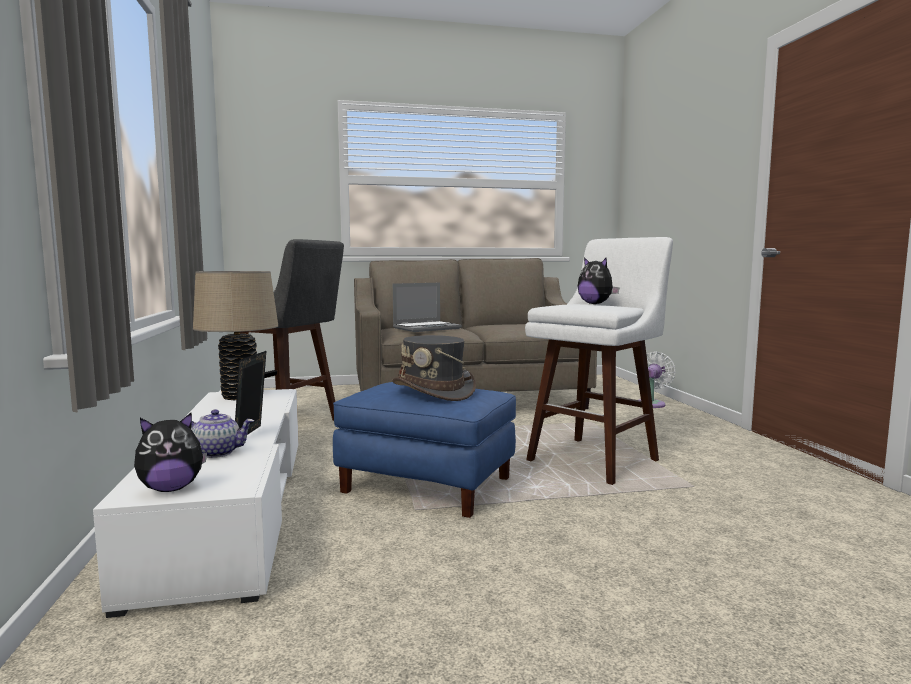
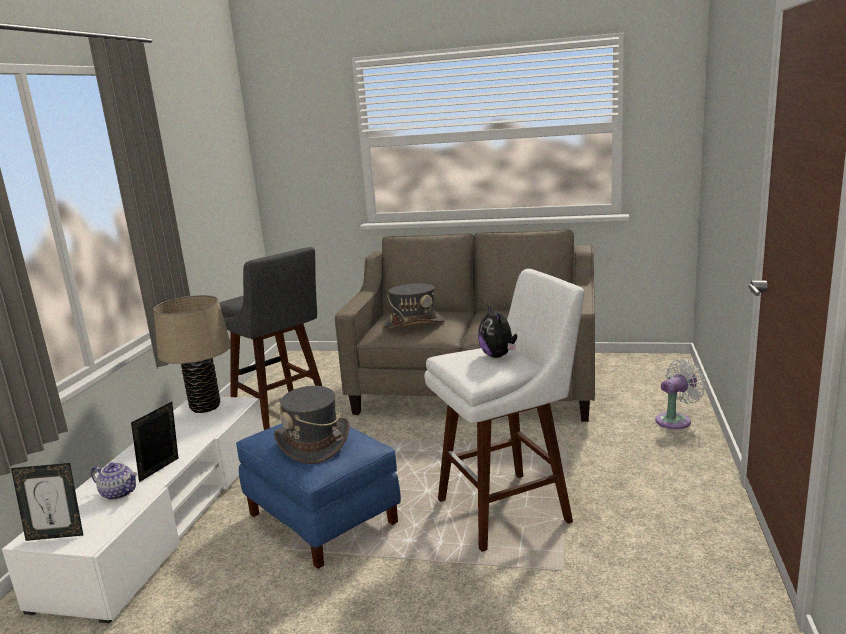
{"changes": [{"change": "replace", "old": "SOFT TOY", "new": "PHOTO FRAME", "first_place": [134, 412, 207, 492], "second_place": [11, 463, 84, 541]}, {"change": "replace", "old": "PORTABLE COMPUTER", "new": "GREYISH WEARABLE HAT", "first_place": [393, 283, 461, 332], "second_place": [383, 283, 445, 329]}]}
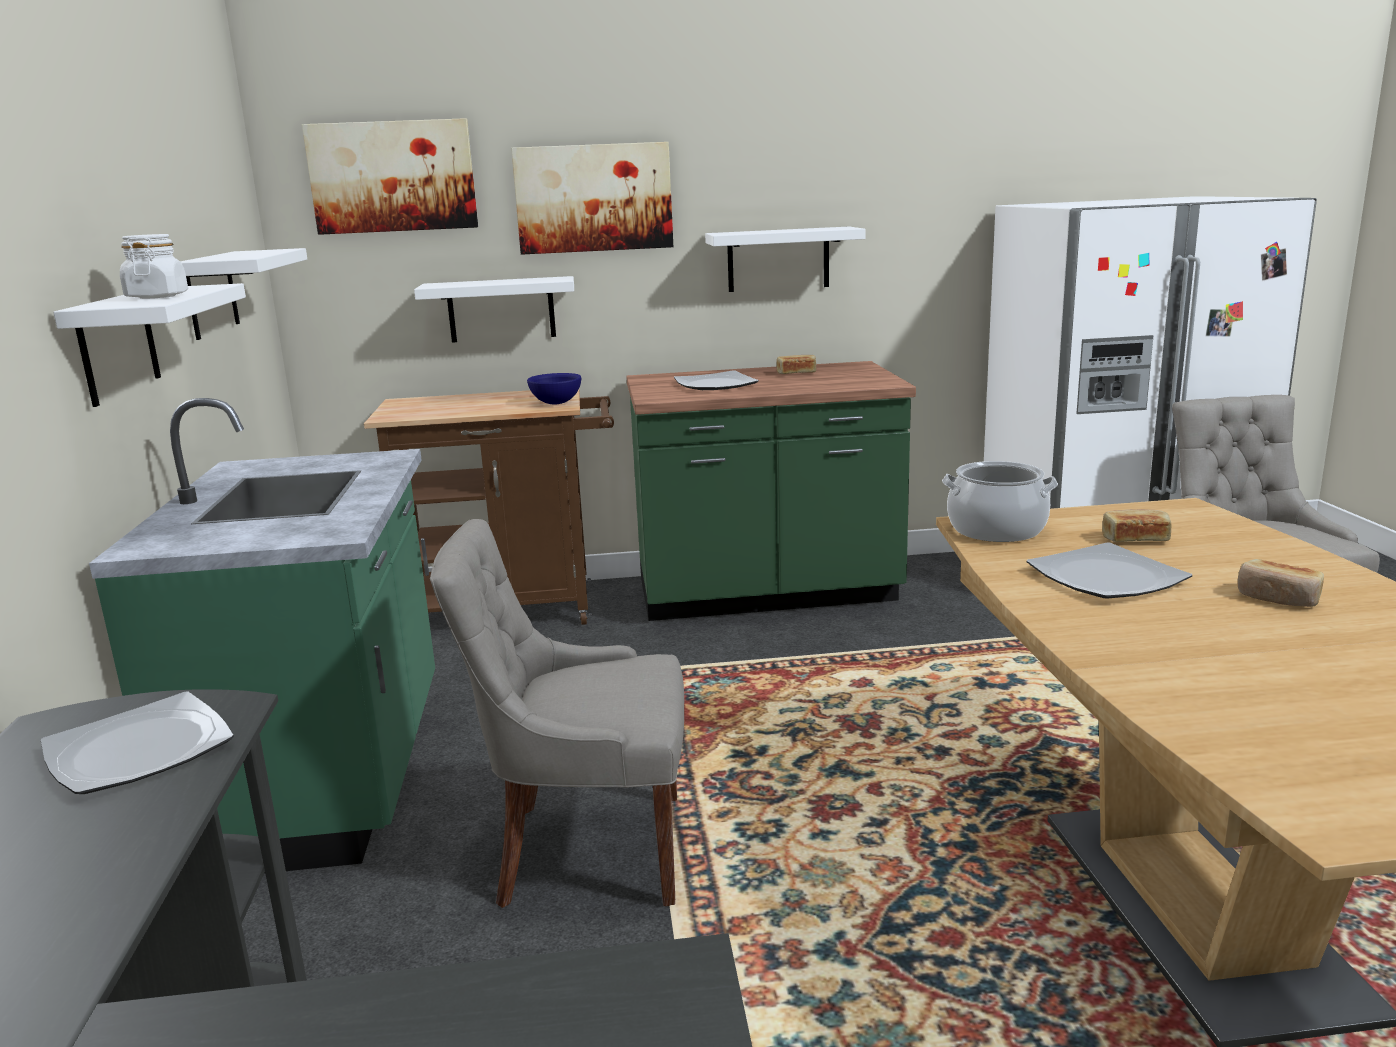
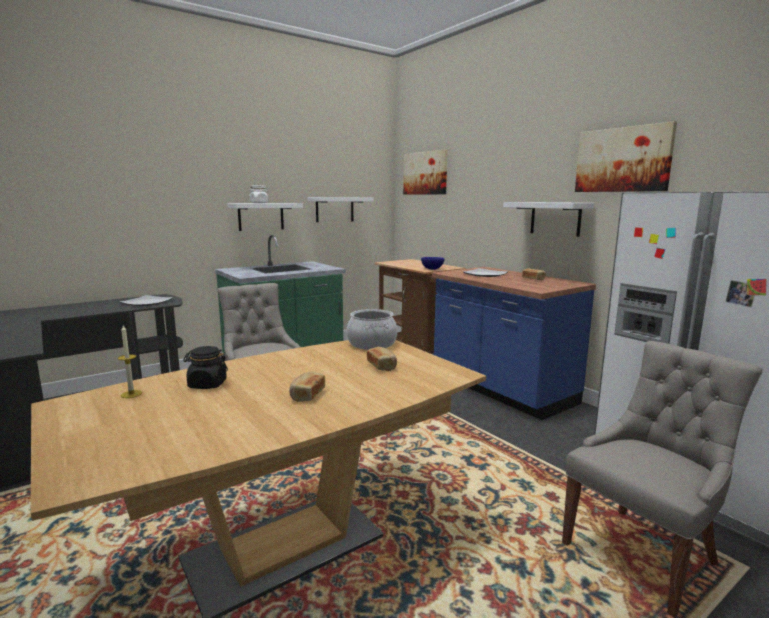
{"changes": [{"change": "delete", "old": "WHITE WALL SHELF", "first_place": [414, 276, 574, 343]}, {"change": "delete", "old": "FLAT DISH", "first_place": [1027, 542, 1192, 599]}, {"change": "insert", "new": "CANDLE", "second_place": [118, 325, 142, 398]}, {"change": "insert", "new": "BLACK-COLOURED STORAGE JAR", "second_place": [183, 346, 228, 389]}, {"change": "move", "old": "PICTURE", "first_place": [511, 142, 673, 255], "second_place": [575, 121, 677, 192]}, {"change": "recolor", "old": "GREEN KITCHEN COUNTER", "new": "BLUISH KITCHEN COUNTER", "first_place": [626, 361, 916, 621], "second_place": [432, 267, 596, 420]}]}
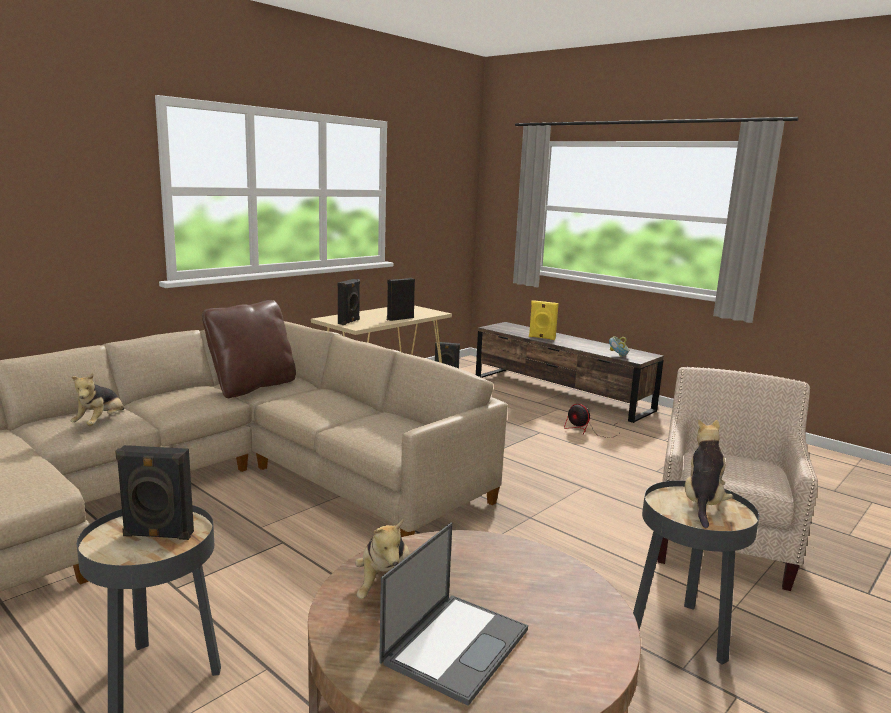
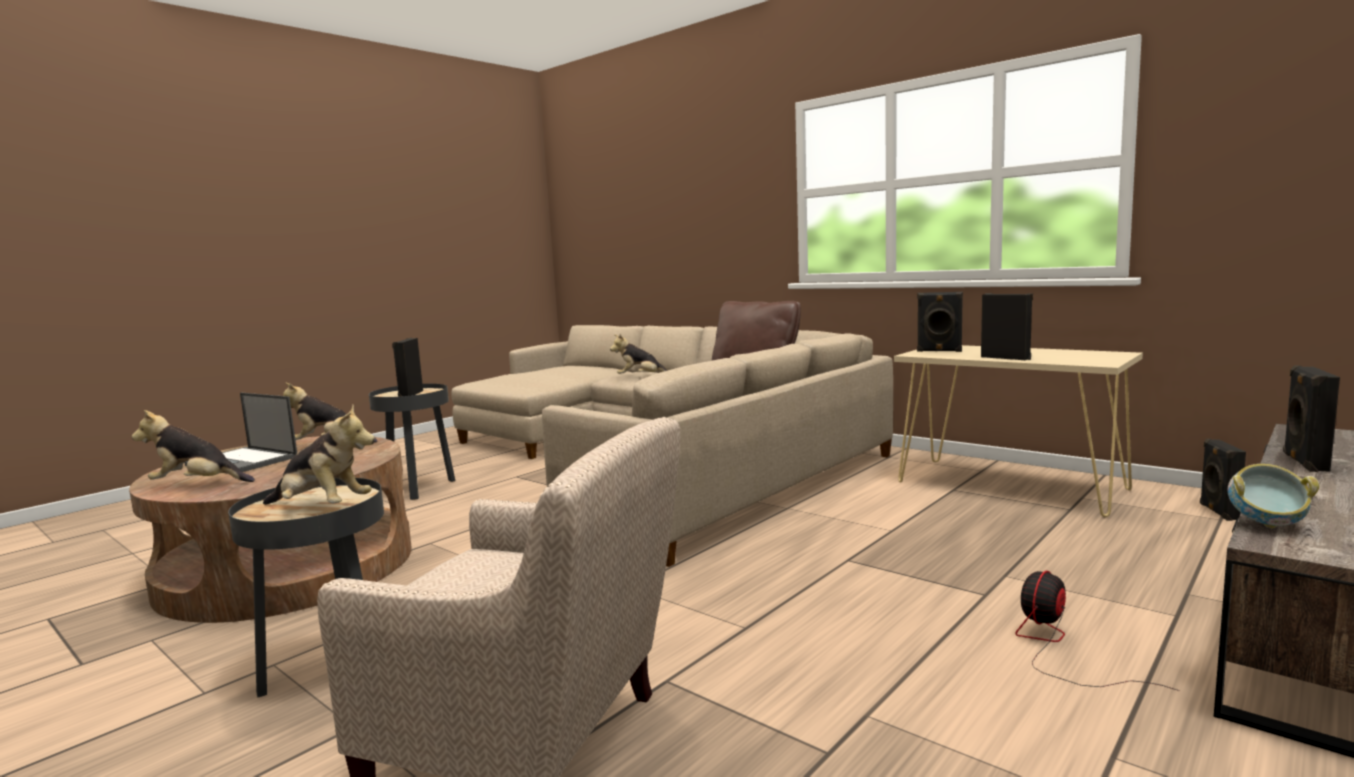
{"changes": [{"change": "insert", "new": "SOFT TOY", "second_place": [132, 410, 255, 482]}, {"change": "recolor", "old": "YELLOW-COLOURED LOUDSPEAKER", "new": "BLACK-COLOURED LOUDSPEAKER", "first_place": [529, 300, 559, 340], "second_place": [1283, 366, 1340, 472]}]}
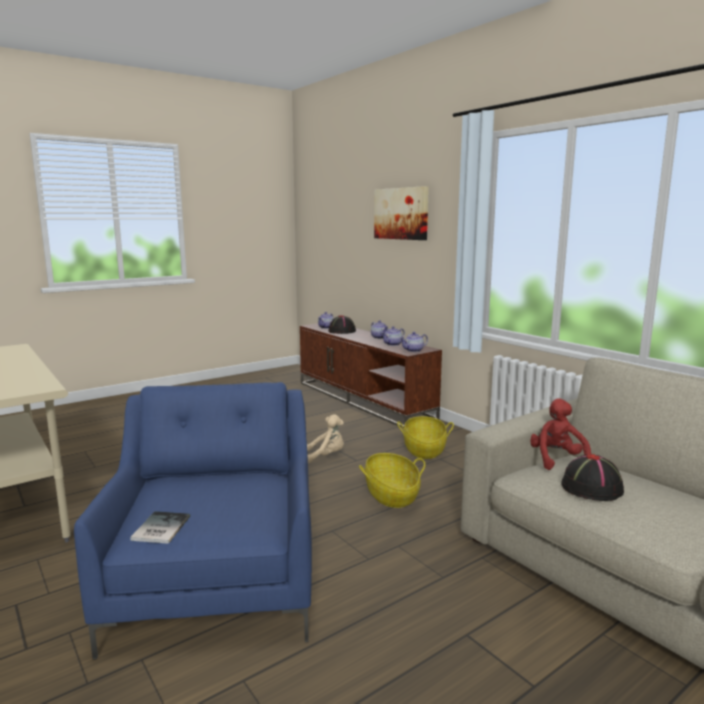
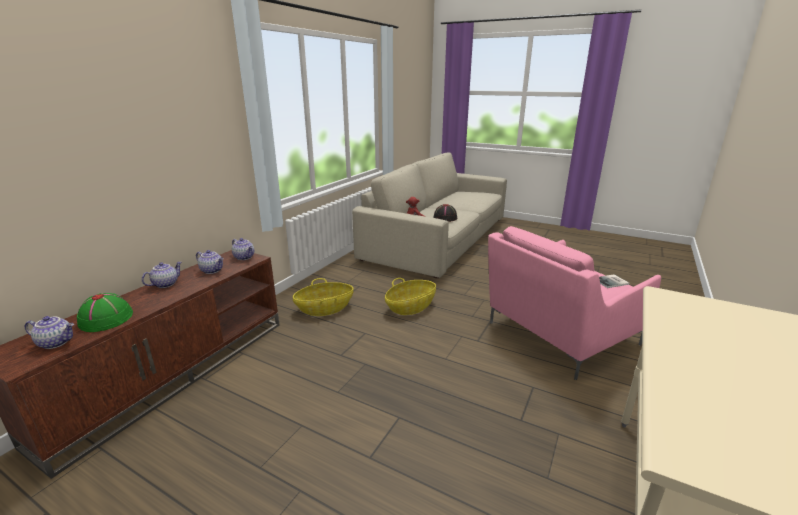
{"changes": [{"change": "delete", "old": "SAND-COLOURED SOFT TOY", "first_place": [307, 414, 344, 463]}, {"change": "delete", "old": "PICTURE", "first_place": [374, 186, 429, 240]}, {"change": "recolor", "old": "BLUISH EASY CHAIR", "new": "PINK-COLOURED EASY CHAIR", "first_place": [74, 382, 312, 660], "second_place": [488, 226, 661, 380]}, {"change": "recolor", "old": "BLACK-COLOURED WEARABLE HAT", "new": "GREEN WEARABLE HAT", "first_place": [328, 315, 356, 334], "second_place": [77, 293, 133, 332]}]}
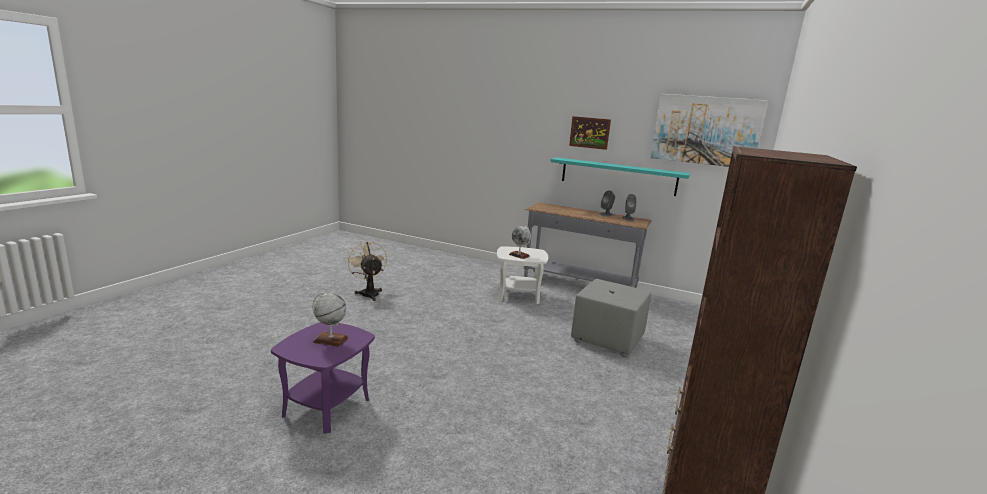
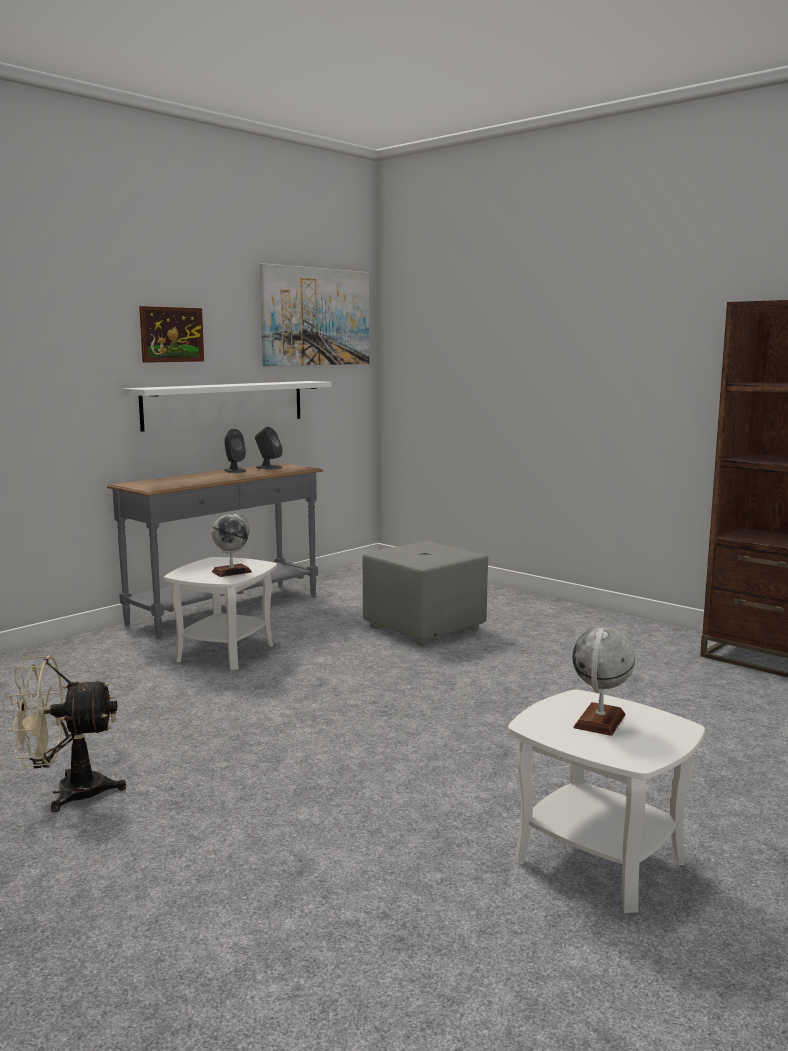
{"changes": [{"change": "recolor", "old": "PURPLE SIDE TABLE", "new": "WHITE SIDE TABLE", "first_place": [271, 322, 375, 434], "second_place": [508, 690, 705, 913]}, {"change": "recolor", "old": "BLUE-GREEN WALL SHELF", "new": "WHITE WALL SHELF", "first_place": [550, 157, 690, 196], "second_place": [124, 381, 331, 432]}]}
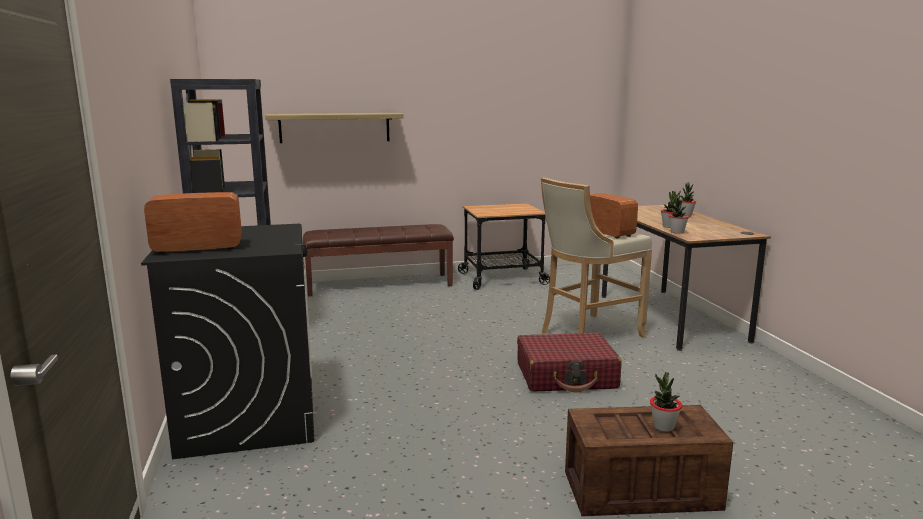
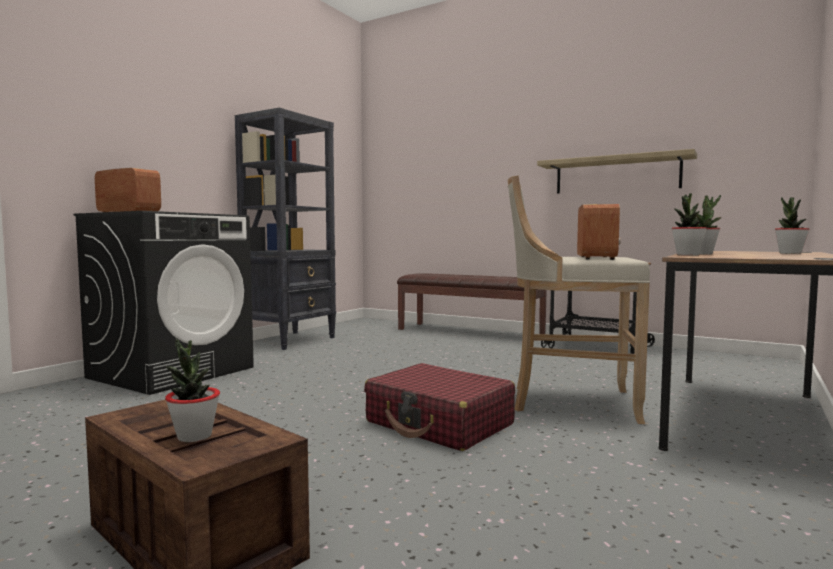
{"changes": [{"change": "move", "old": "WALL SHELF", "first_place": [265, 113, 404, 143], "second_place": [537, 149, 697, 194]}]}
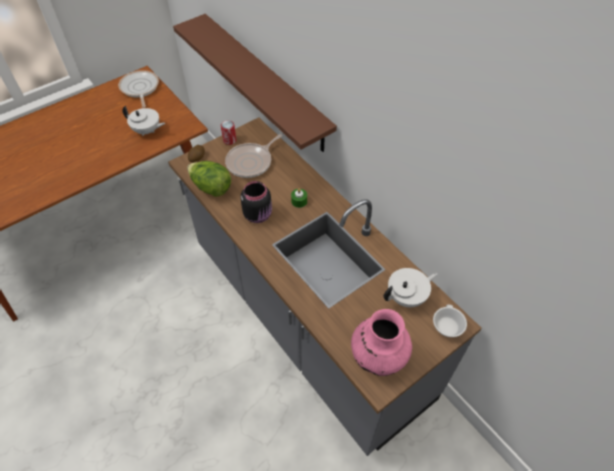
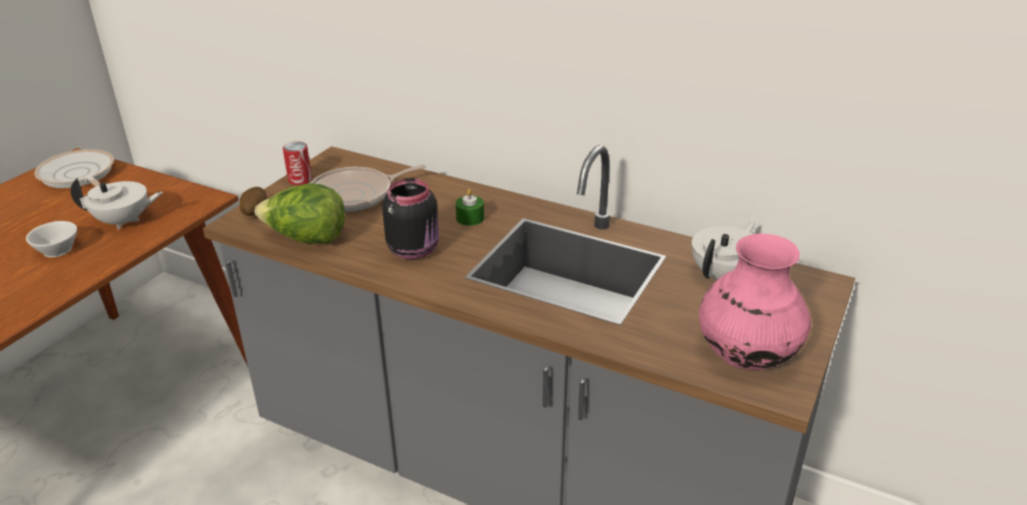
{"changes": [{"change": "delete", "old": "BROWN WALL SHELF", "first_place": [173, 14, 337, 152]}, {"change": "move", "old": "WHITE SMALL CUP", "first_place": [433, 305, 467, 337], "second_place": [26, 221, 77, 257]}, {"change": "rotate", "old": "FRYING PAN", "first_place": [225, 134, 282, 178], "second_place": [310, 164, 426, 212], "degrees": 45}]}
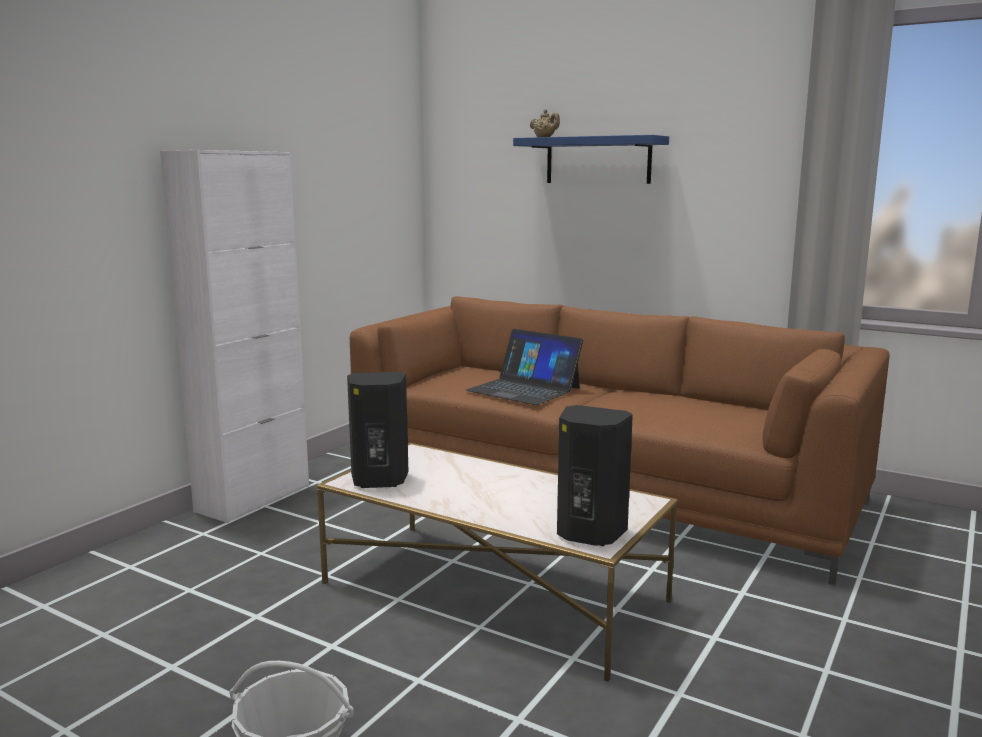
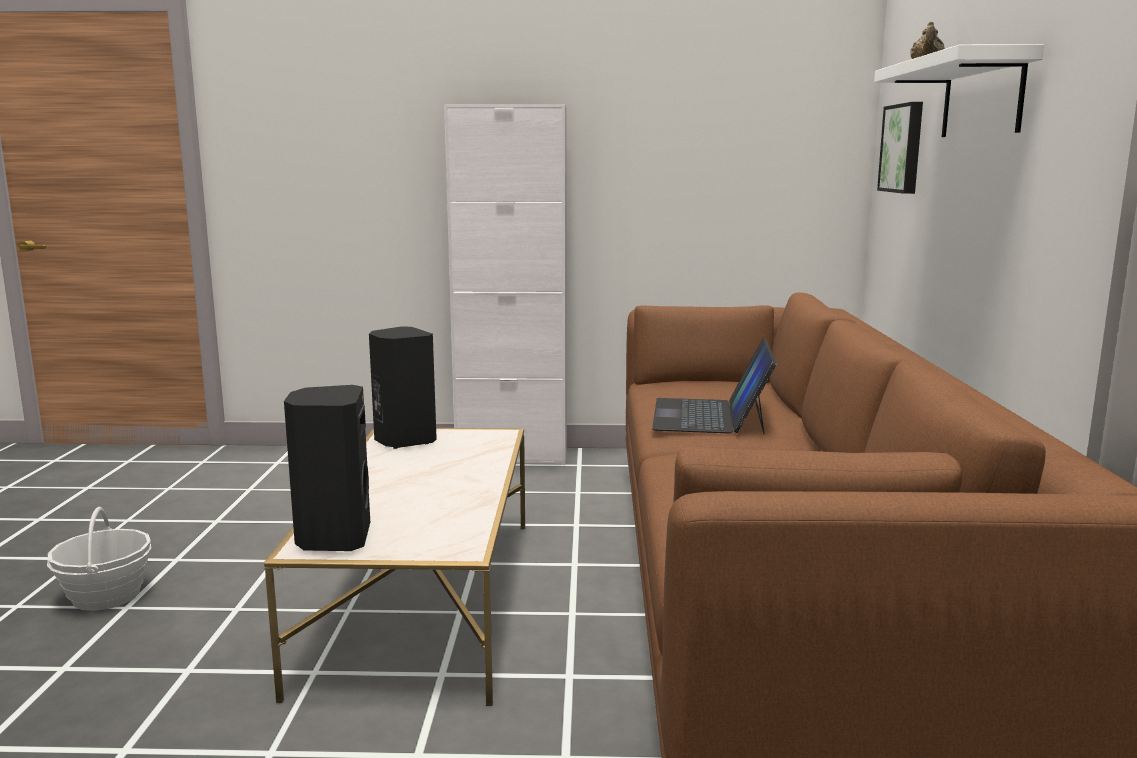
{"changes": [{"change": "insert", "new": "PICTURE", "second_place": [877, 102, 923, 194]}, {"change": "recolor", "old": "BLUISH WALL SHELF", "new": "WHITE WALL SHELF", "first_place": [513, 135, 669, 184], "second_place": [874, 44, 1044, 137]}]}
